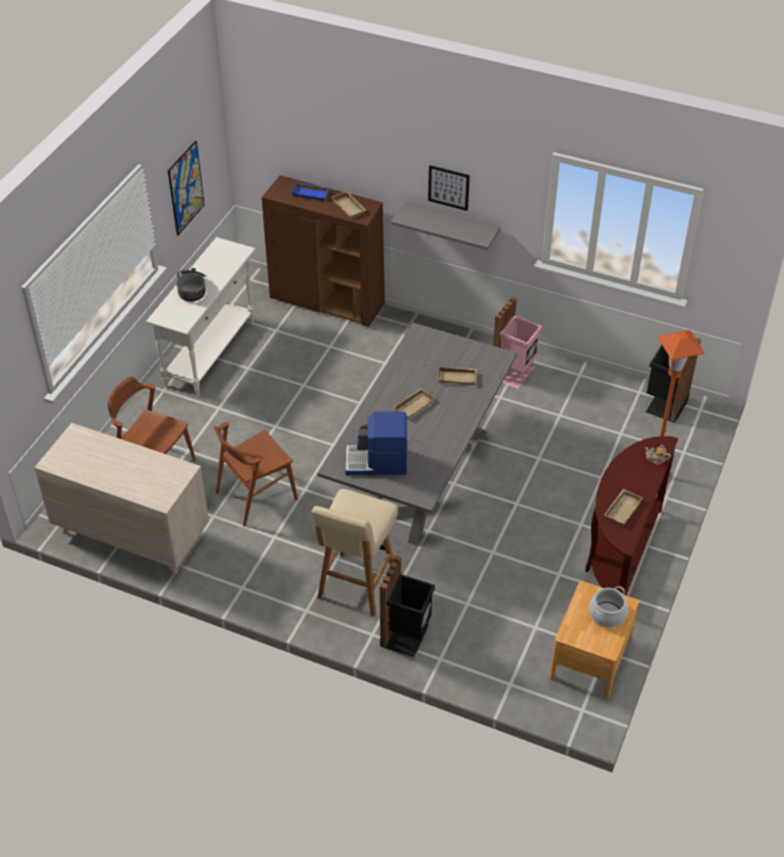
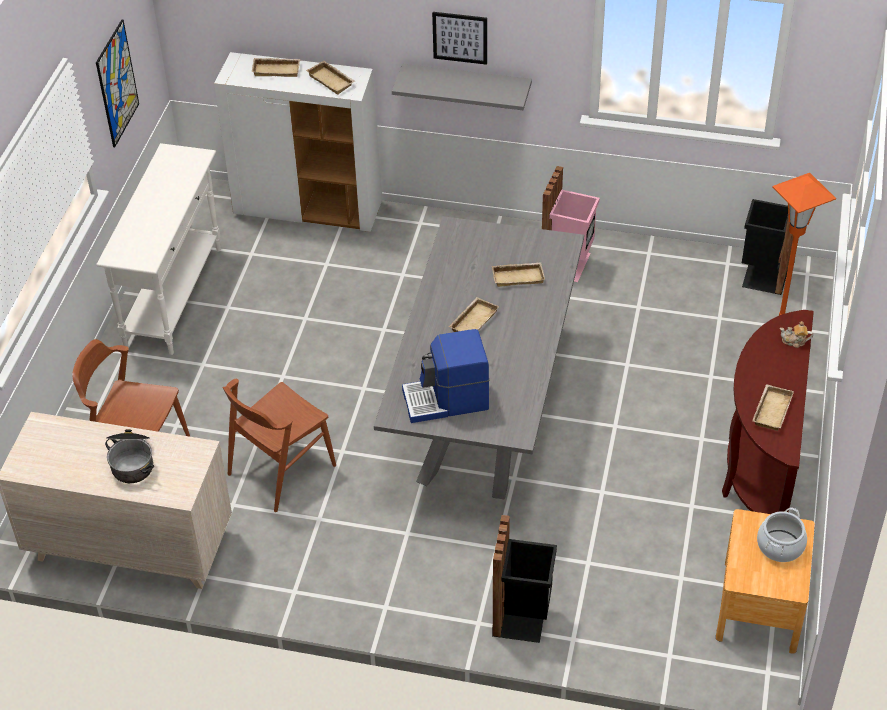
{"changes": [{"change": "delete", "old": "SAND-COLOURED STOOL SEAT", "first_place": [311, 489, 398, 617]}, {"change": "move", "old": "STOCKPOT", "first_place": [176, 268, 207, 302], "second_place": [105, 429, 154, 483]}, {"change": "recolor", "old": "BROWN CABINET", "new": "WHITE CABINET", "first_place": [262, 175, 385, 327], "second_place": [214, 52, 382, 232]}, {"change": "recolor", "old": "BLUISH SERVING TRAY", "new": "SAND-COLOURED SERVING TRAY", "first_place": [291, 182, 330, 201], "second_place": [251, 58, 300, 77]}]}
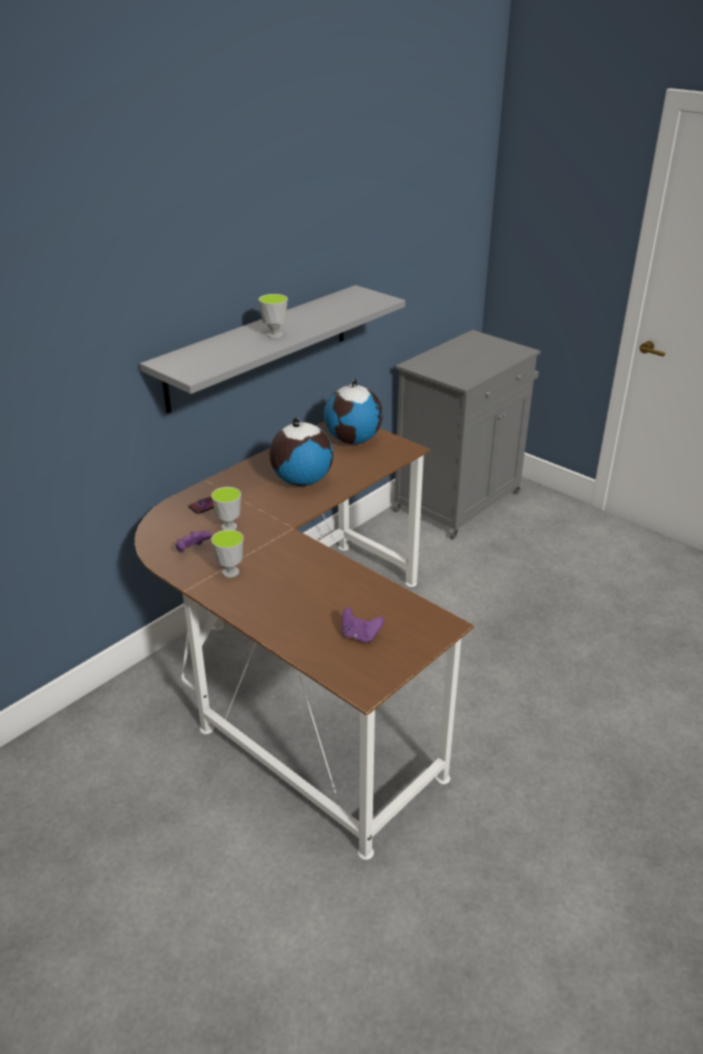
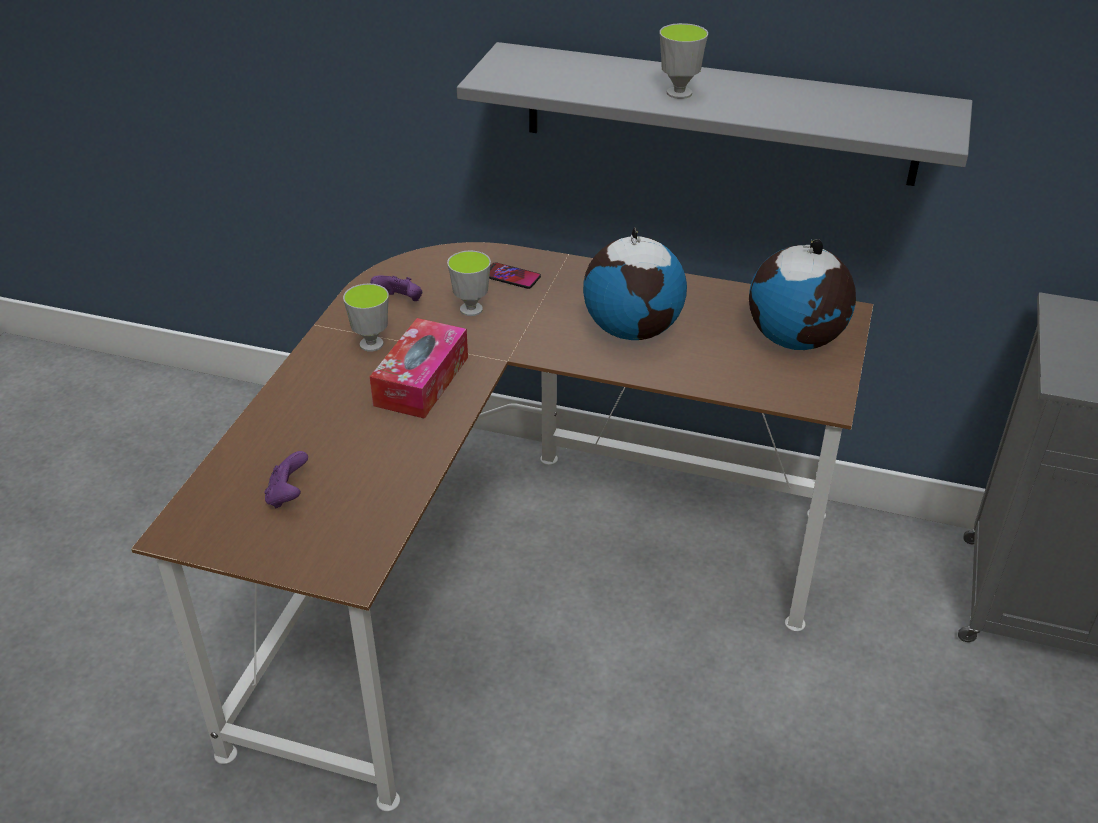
{"changes": [{"change": "insert", "new": "TISSUE HOLDER", "second_place": [370, 318, 468, 419]}]}
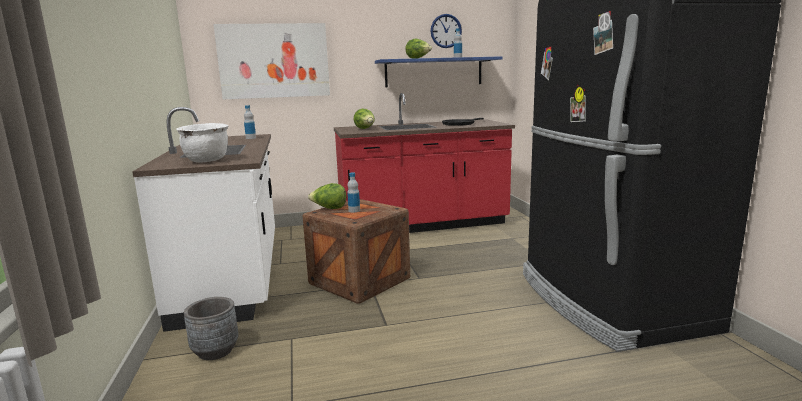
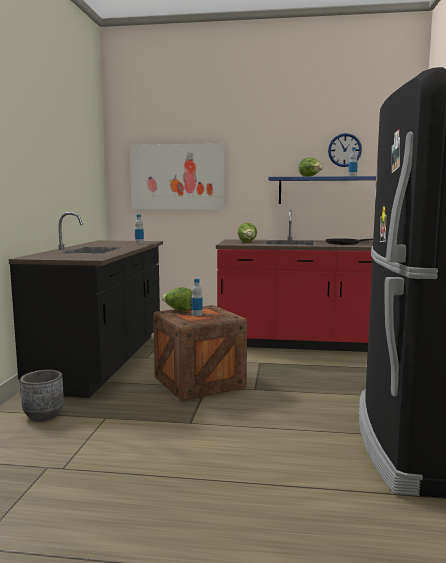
{"changes": [{"change": "delete", "old": "WHITE STOCKPOT", "first_place": [177, 123, 228, 163]}, {"change": "recolor", "old": "WHITE KITCHEN COUNTER", "new": "BLACK-COLOURED KITCHEN COUNTER", "first_place": [132, 107, 275, 332], "second_place": [9, 212, 163, 398]}]}
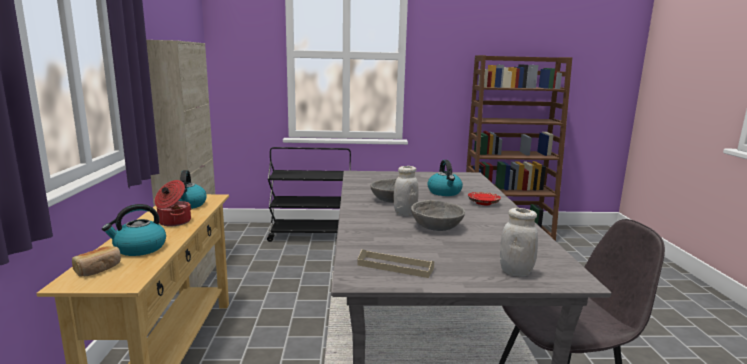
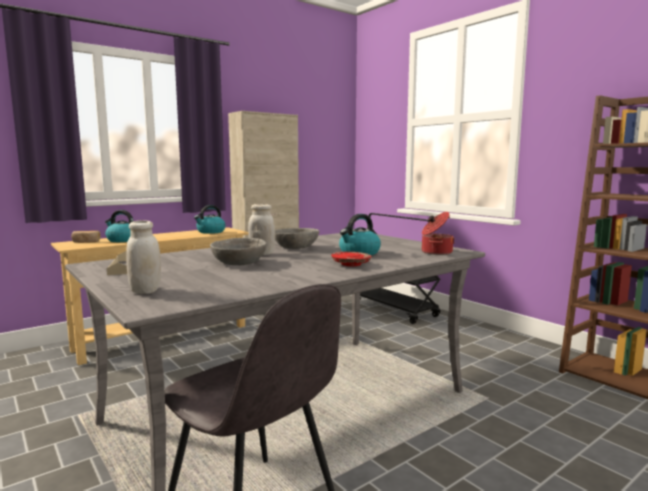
{"changes": [{"change": "move", "old": "STOCKPOT", "first_place": [154, 180, 191, 226], "second_place": [422, 212, 455, 255]}]}
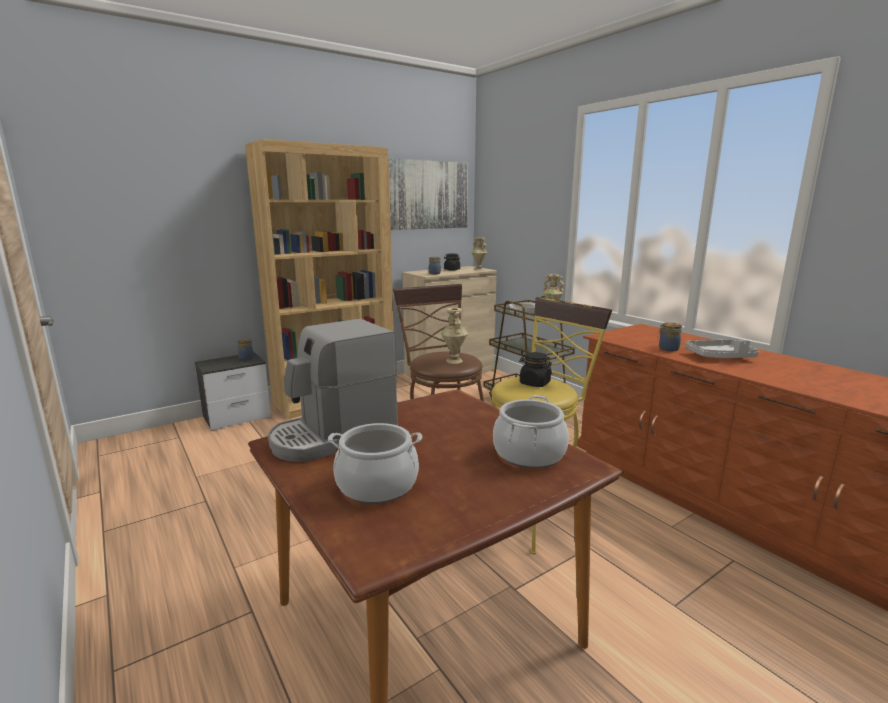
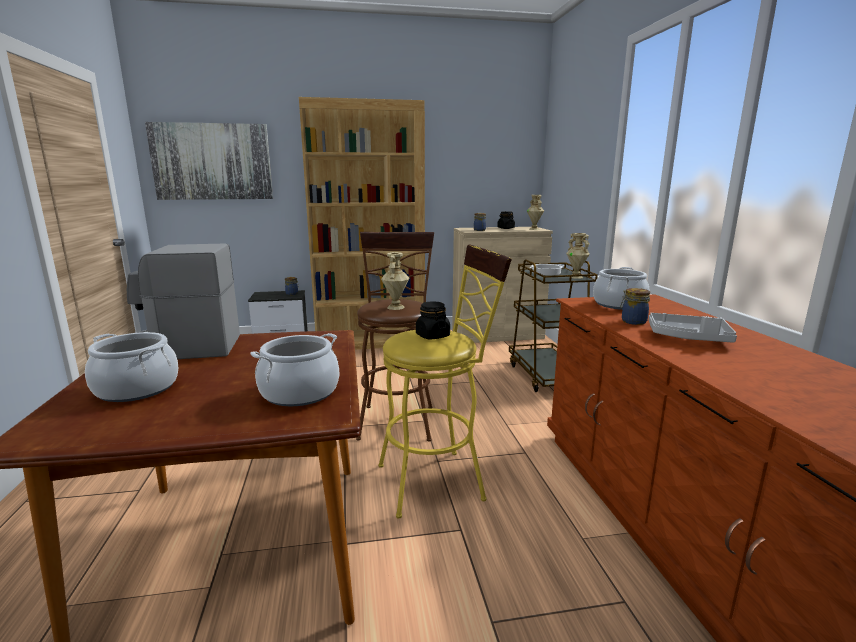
{"changes": [{"change": "insert", "new": "STOCKPOT", "second_place": [593, 267, 650, 310]}, {"change": "move", "old": "PICTURE", "first_place": [388, 158, 468, 230], "second_place": [145, 122, 273, 200]}]}
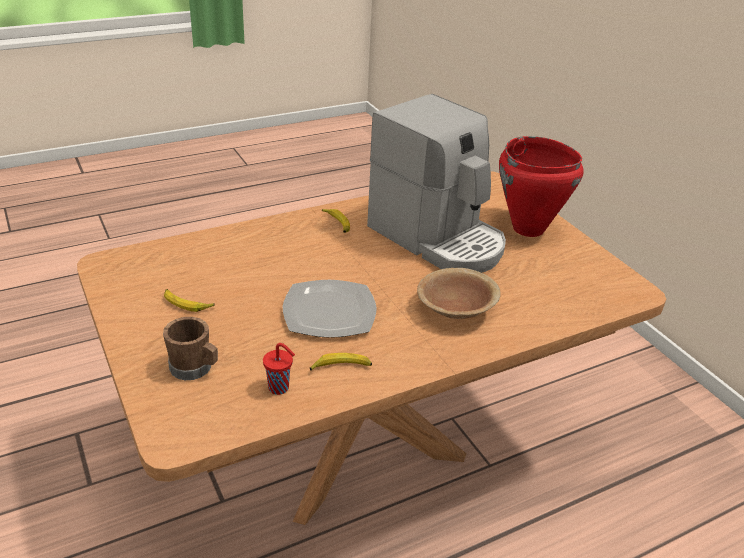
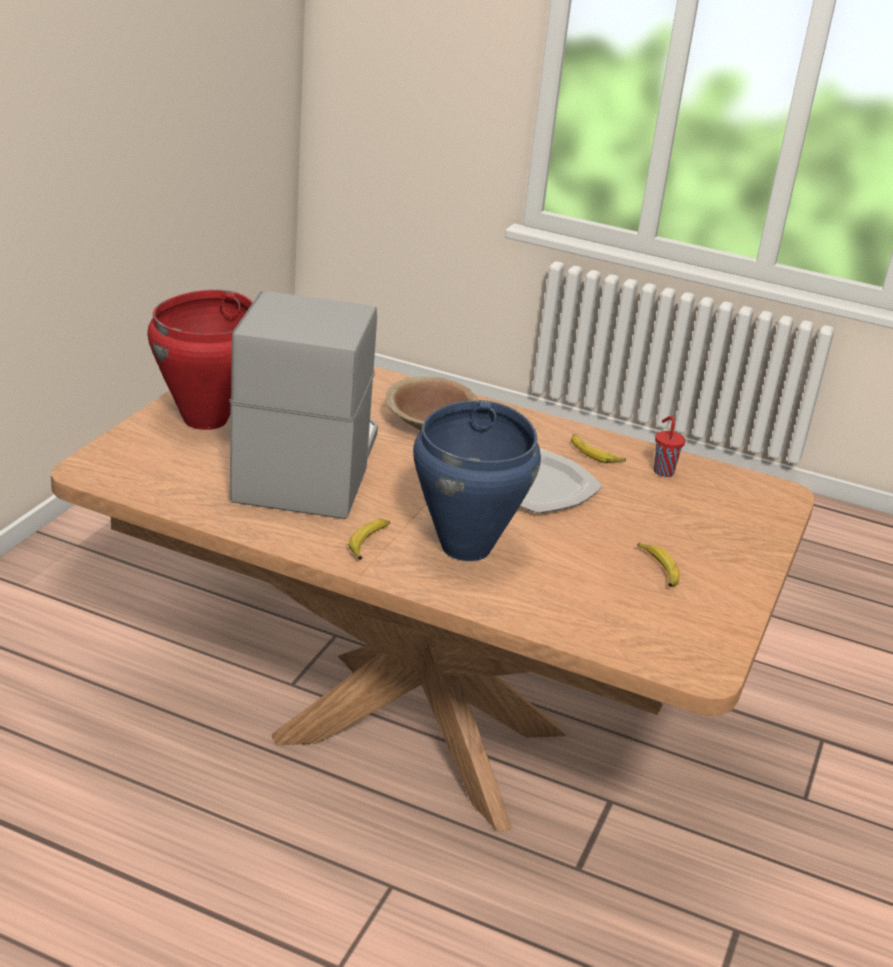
{"changes": [{"change": "delete", "old": "BROWN COFFEE MUG", "first_place": [163, 317, 218, 380]}, {"change": "insert", "new": "BLUISH STOCKPOT", "second_place": [413, 400, 541, 561]}]}
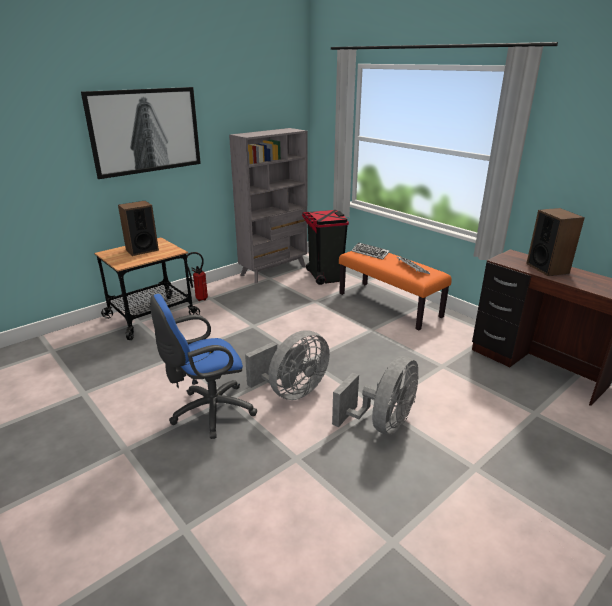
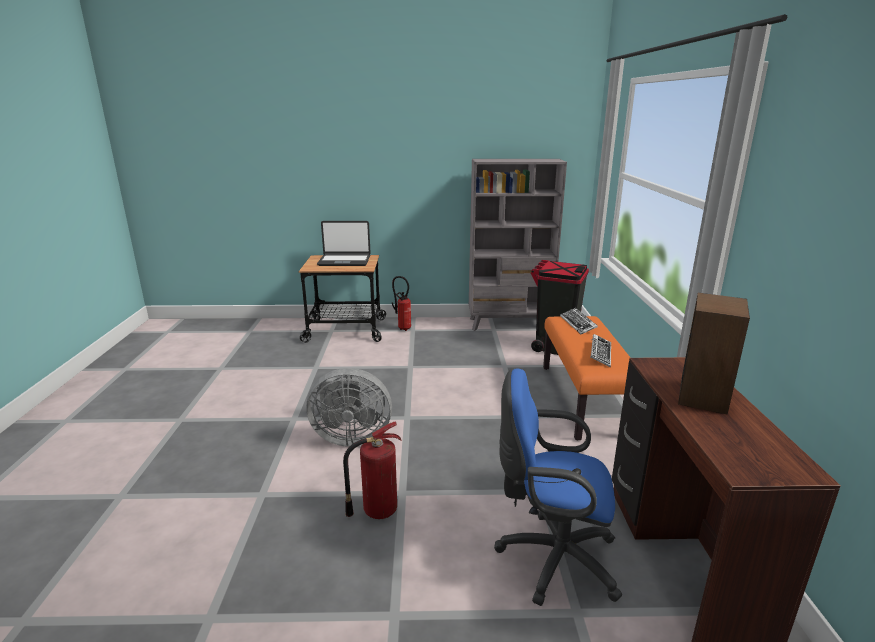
{"changes": [{"change": "delete", "old": "PICTURE", "first_place": [81, 87, 201, 179]}, {"change": "move", "old": "BLUISH OFFICE CHAIR", "first_place": [150, 294, 257, 439], "second_place": [494, 368, 622, 606]}, {"change": "replace", "old": "LOUDSPEAKER", "new": "PORTABLE COMPUTER", "first_place": [118, 201, 159, 256], "second_place": [317, 221, 371, 266]}, {"change": "replace", "old": "GREYISH FAN", "new": "EXTINGUISHER", "first_place": [332, 356, 418, 435], "second_place": [343, 421, 401, 519]}]}
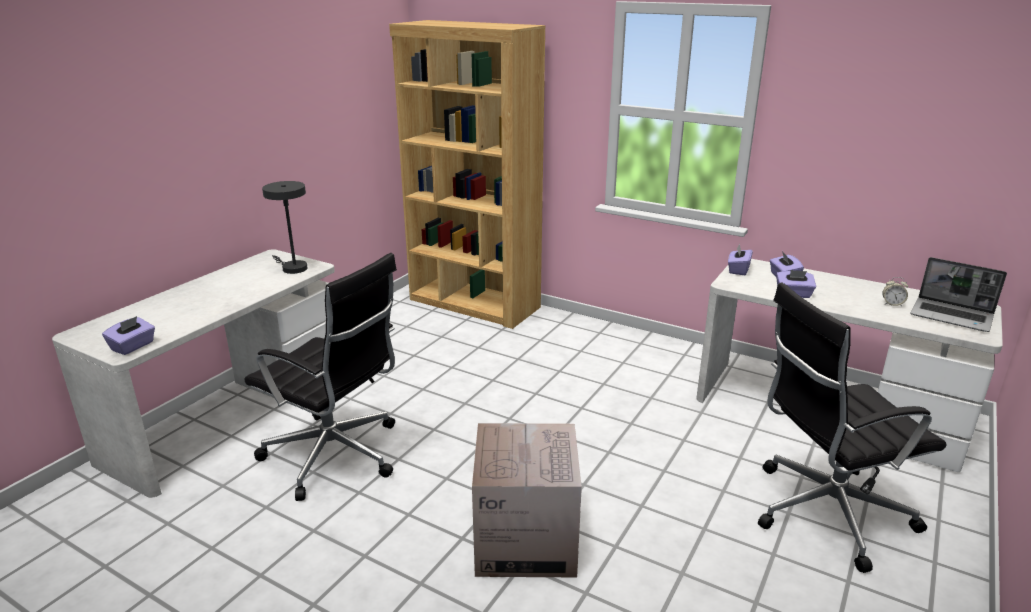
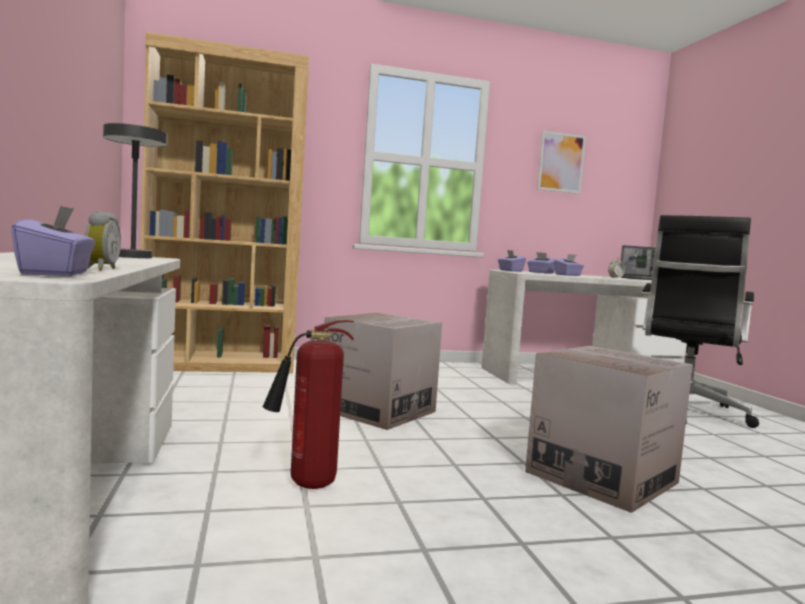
{"changes": [{"change": "insert", "new": "ALARM CLOCK", "second_place": [85, 211, 121, 270]}, {"change": "insert", "new": "PACKING BOX", "second_place": [325, 313, 442, 430]}, {"change": "insert", "new": "PICTURE", "second_place": [537, 131, 586, 194]}, {"change": "replace", "old": "BLACK-COLOURED OFFICE CHAIR", "new": "EXTINGUISHER", "first_place": [244, 253, 397, 501], "second_place": [263, 320, 354, 489]}]}
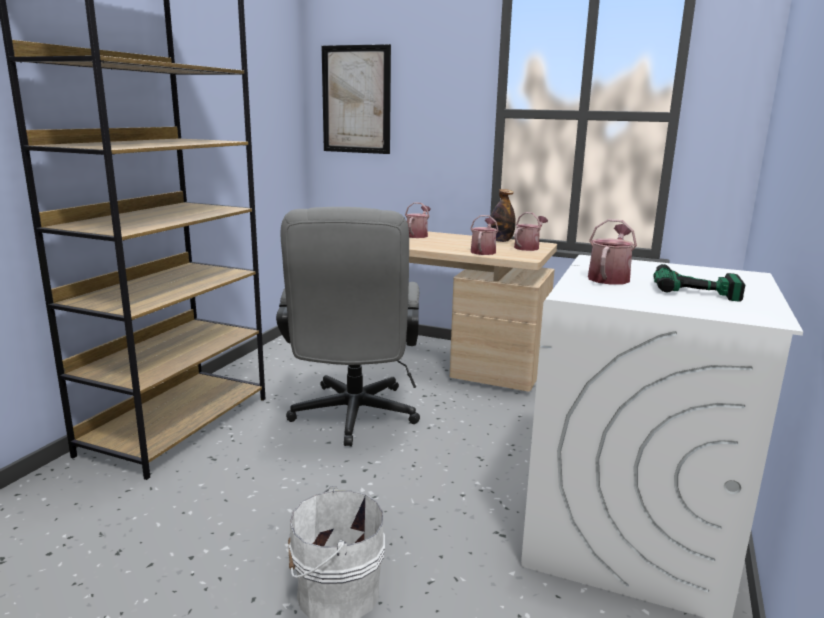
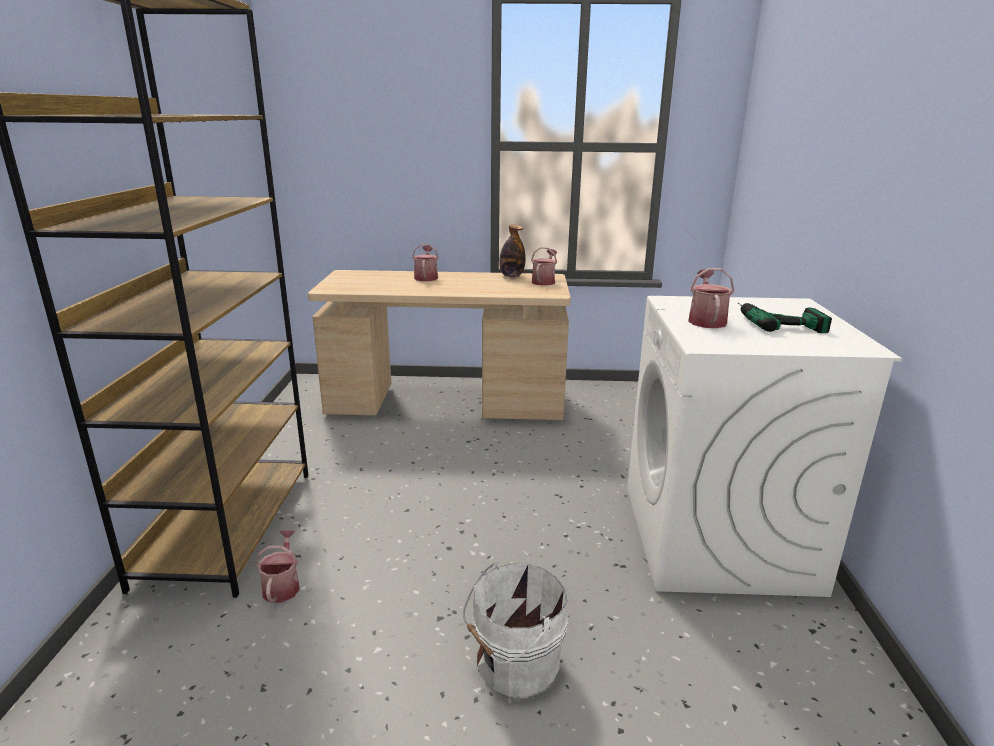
{"changes": [{"change": "delete", "old": "GREYISH OFFICE CHAIR", "first_place": [276, 207, 420, 446]}, {"change": "delete", "old": "PICTURE", "first_place": [322, 44, 391, 154]}, {"change": "move", "old": "SPRINKLING CAN", "first_place": [470, 215, 499, 255], "second_place": [256, 530, 300, 603]}]}
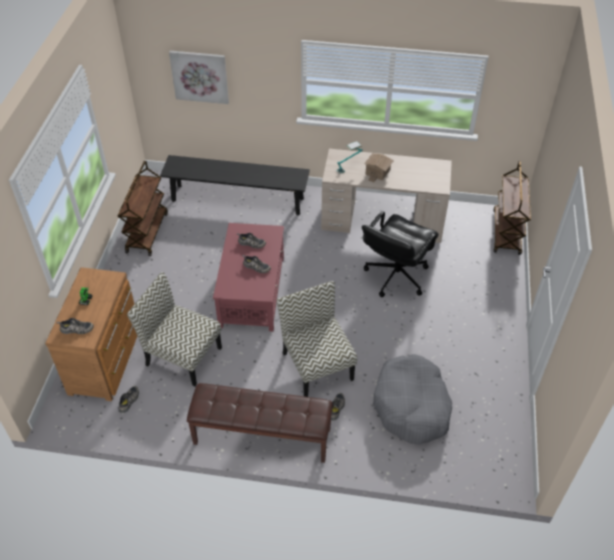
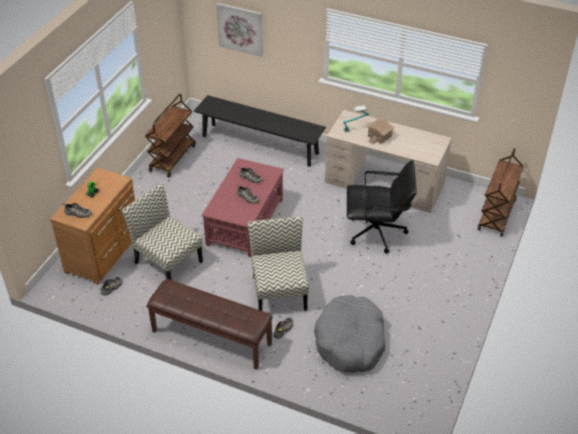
{"changes": [{"change": "rotate", "old": "BLACK-COLOURED OFFICE CHAIR", "first_place": [362, 211, 439, 297], "second_place": [347, 160, 417, 253], "degrees": -135}]}
